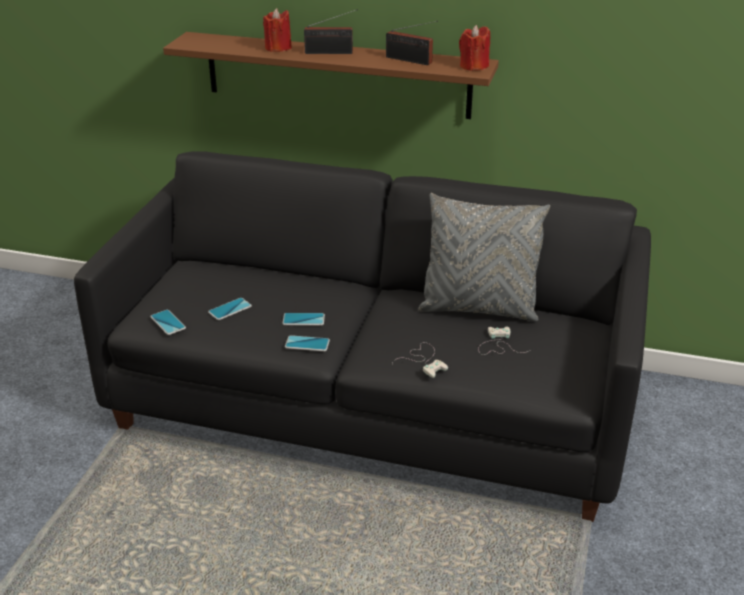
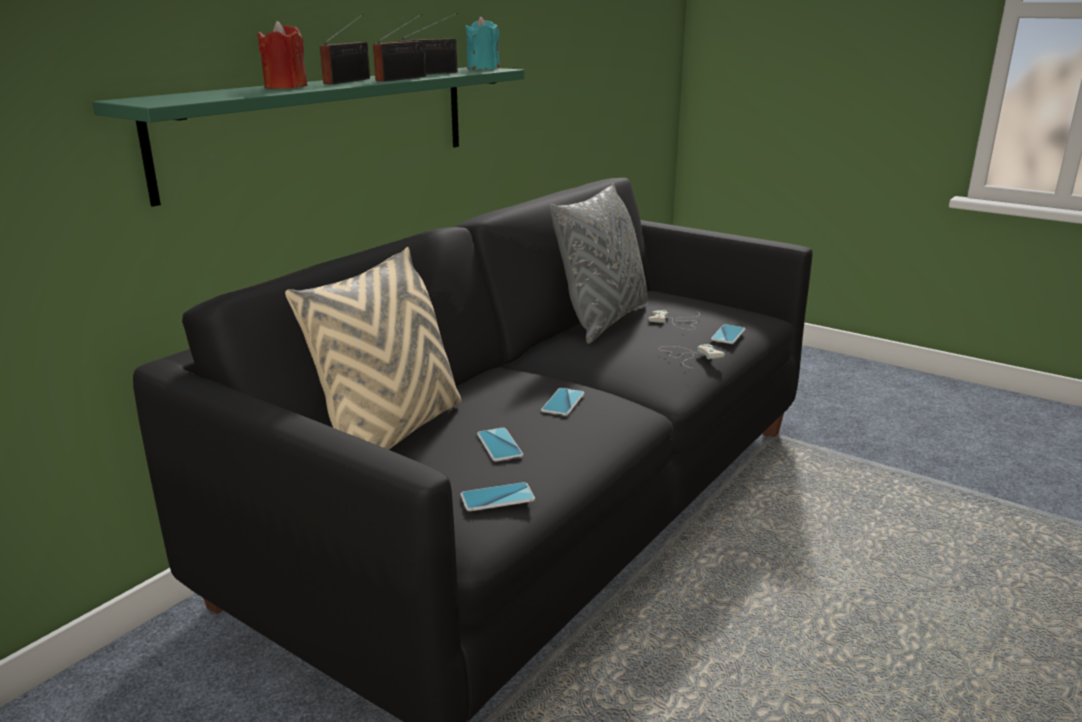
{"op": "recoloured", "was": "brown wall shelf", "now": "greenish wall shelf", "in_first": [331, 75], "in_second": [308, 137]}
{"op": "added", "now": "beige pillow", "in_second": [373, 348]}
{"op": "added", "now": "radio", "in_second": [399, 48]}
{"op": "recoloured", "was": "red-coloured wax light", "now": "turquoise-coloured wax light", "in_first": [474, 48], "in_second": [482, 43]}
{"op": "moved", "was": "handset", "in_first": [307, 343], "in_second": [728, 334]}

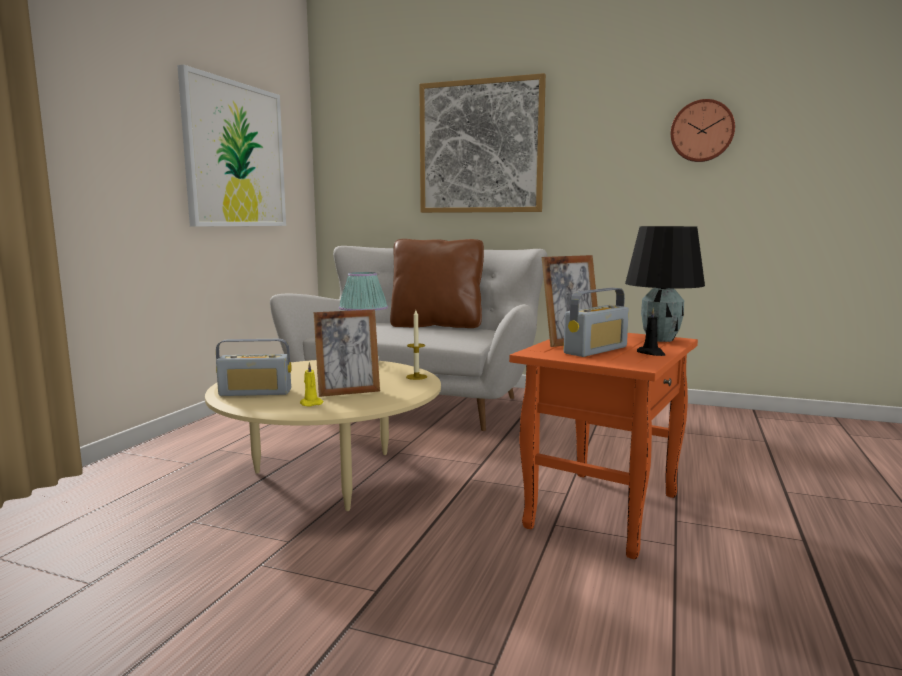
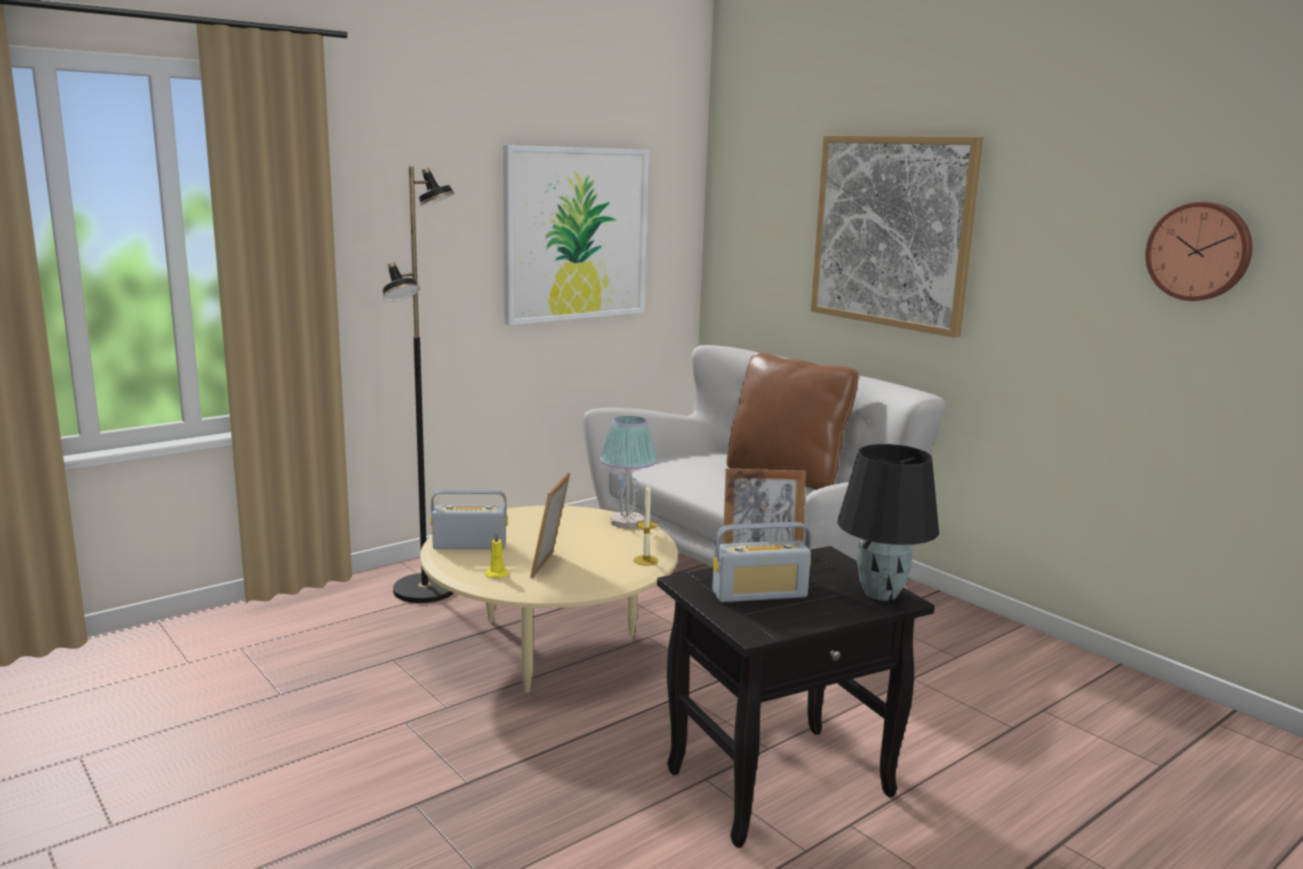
{"op": "added", "now": "blackish standard lamp", "in_second": [419, 384]}
{"op": "turned", "was": "radio", "in_first": [254, 367], "in_second": [468, 519], "clockwise": 150}
{"op": "turned", "was": "picture frame", "in_first": [347, 353], "in_second": [550, 525], "clockwise": 90}
{"op": "recoloured", "was": "orange end table", "now": "blackish end table", "in_first": [603, 446], "in_second": [796, 697]}
{"op": "removed", "was": "blackish wax light", "in_first": [651, 331]}

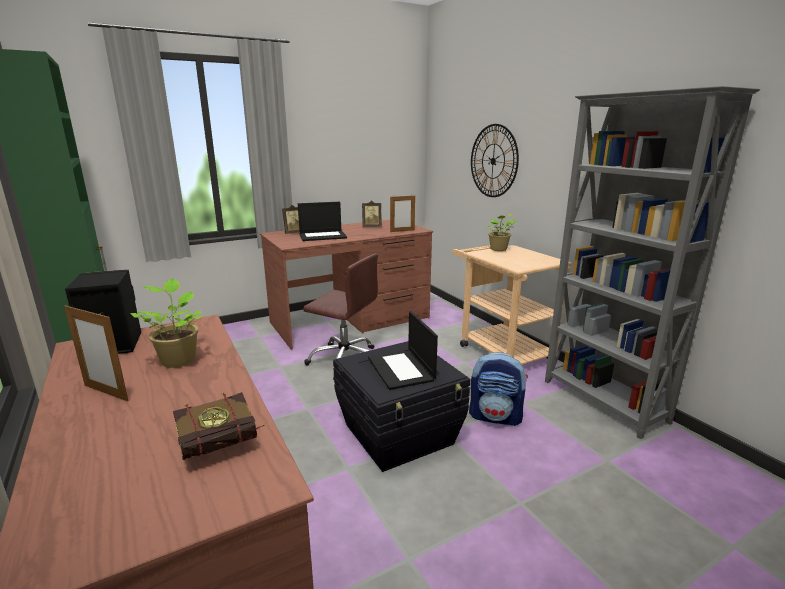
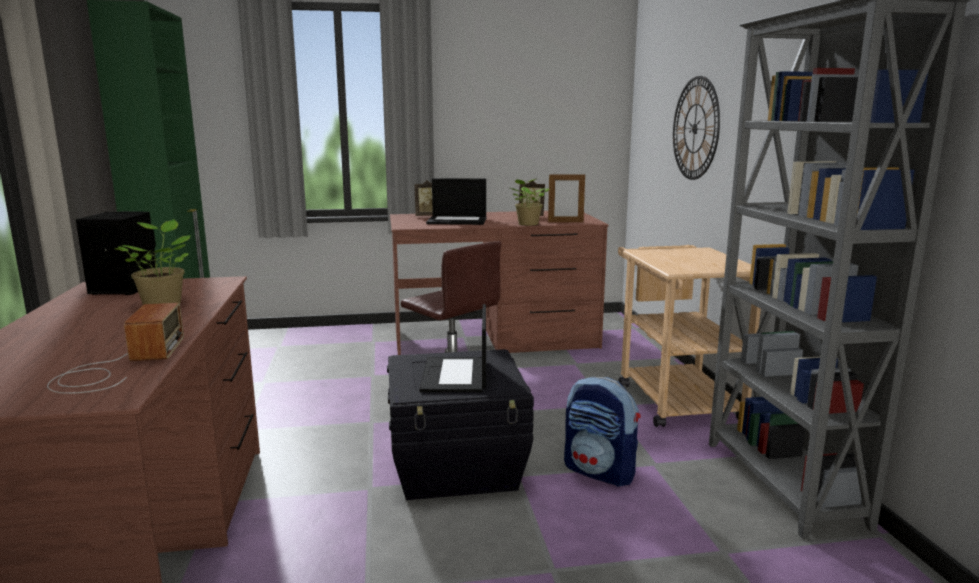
{"op": "replaced", "was": "volume", "now": "radio", "in_first": [219, 426], "in_second": [115, 348]}
{"op": "moved", "was": "plant in a pot", "in_first": [502, 232], "in_second": [529, 202]}
{"op": "removed", "was": "picture frame", "in_first": [96, 352]}

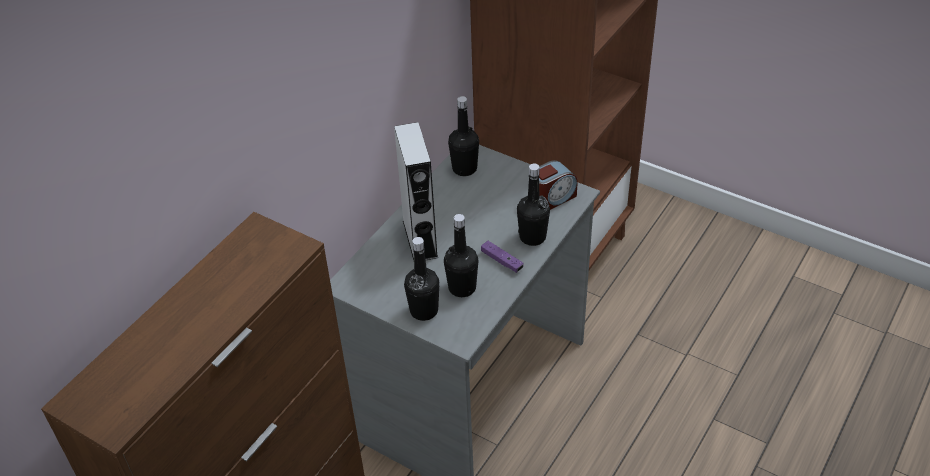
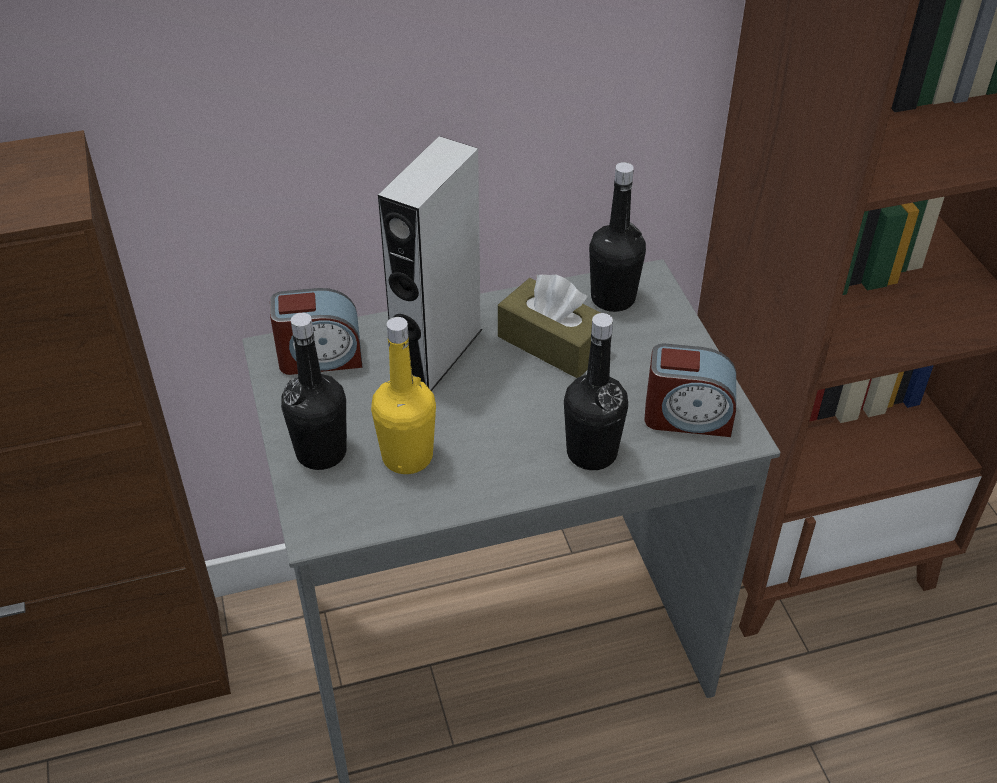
{"op": "added", "now": "bedside clock", "in_second": [316, 331]}
{"op": "recoloured", "was": "blackish drink bottle", "now": "yellow drink bottle", "in_first": [461, 255], "in_second": [403, 395]}
{"op": "added", "now": "brown tissue box", "in_second": [549, 326]}
{"op": "removed", "was": "purple-coloured joypad", "in_first": [502, 257]}

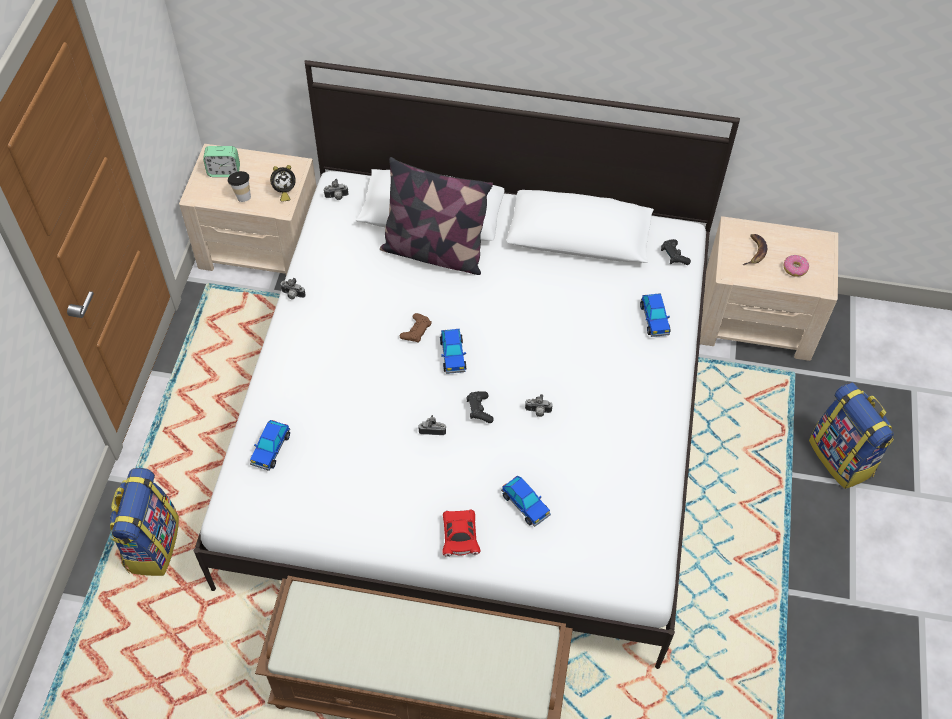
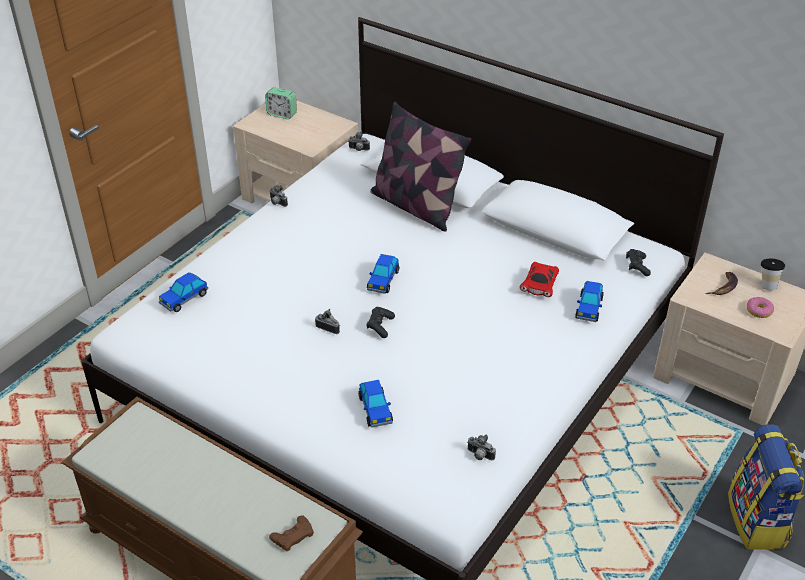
{"op": "moved", "was": "brown joypad", "in_first": [416, 328], "in_second": [291, 533]}
{"op": "moved", "was": "photo camera", "in_first": [539, 405], "in_second": [481, 447]}
{"op": "moved", "was": "red-coloured toy car", "in_first": [461, 533], "in_second": [539, 279]}
{"op": "moved", "was": "small cup", "in_first": [239, 186], "in_second": [773, 275]}
{"op": "removed", "was": "rucksack", "in_first": [144, 522]}
{"op": "removed", "was": "bedside clock", "in_first": [283, 183]}

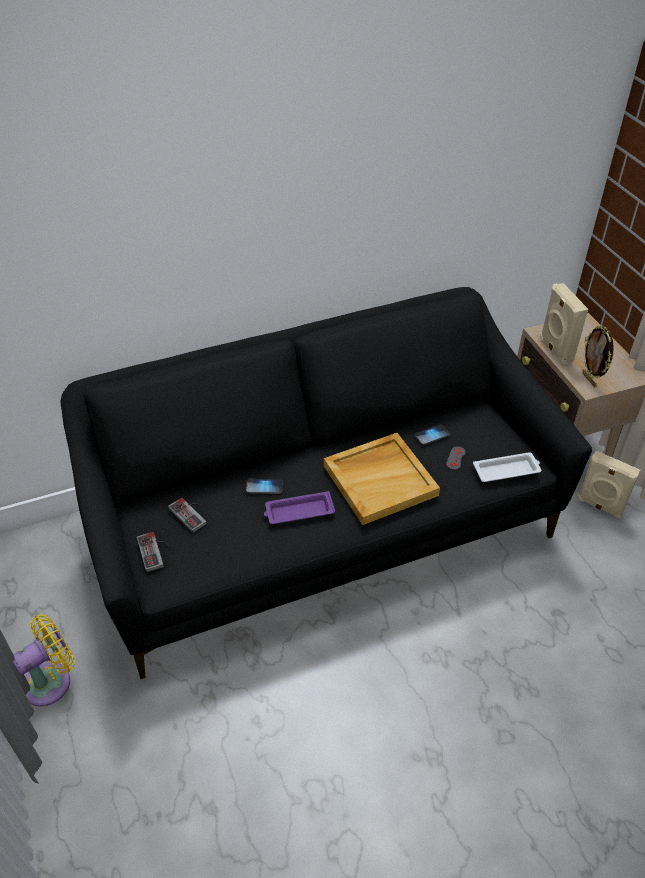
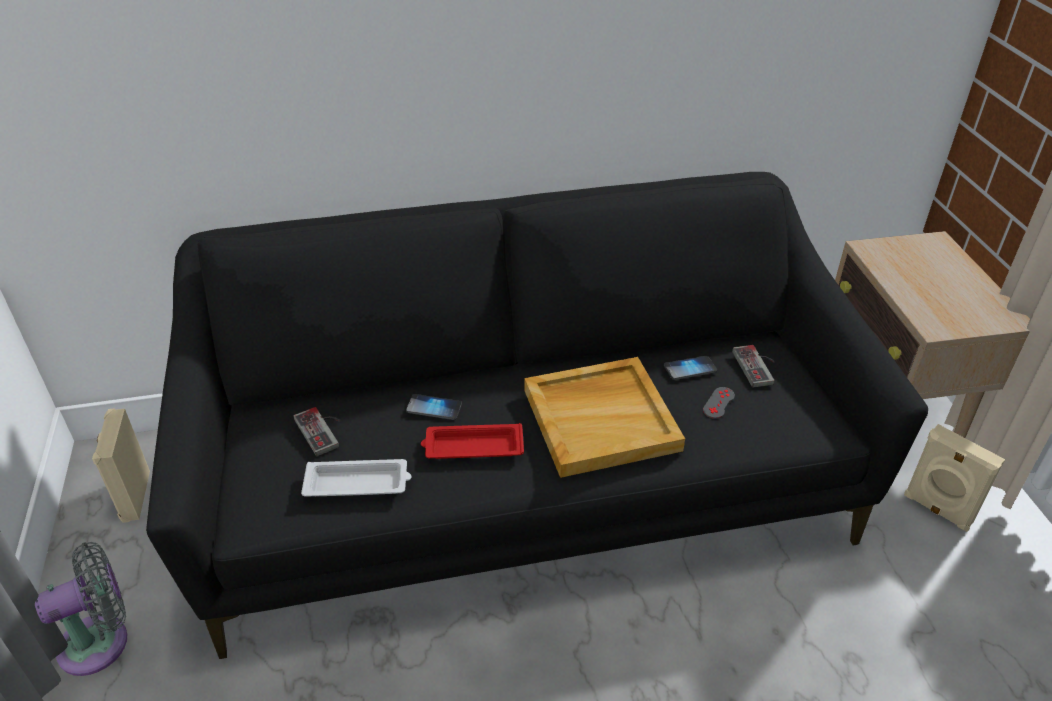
{"op": "recoloured", "was": "yellow cooling fan", "now": "greyish cooling fan", "in_first": [44, 660], "in_second": [81, 609]}
{"op": "moved", "was": "beige audio speaker", "in_first": [564, 324], "in_second": [121, 465]}
{"op": "moved", "was": "white-coloured tray", "in_first": [507, 467], "in_second": [356, 478]}
{"op": "recoloured", "was": "purple-coloured tray", "now": "red-coloured tray", "in_first": [299, 507], "in_second": [472, 441]}
{"op": "moved", "was": "joypad", "in_first": [153, 552], "in_second": [753, 366]}
{"op": "removed", "was": "picture frame", "in_first": [598, 356]}

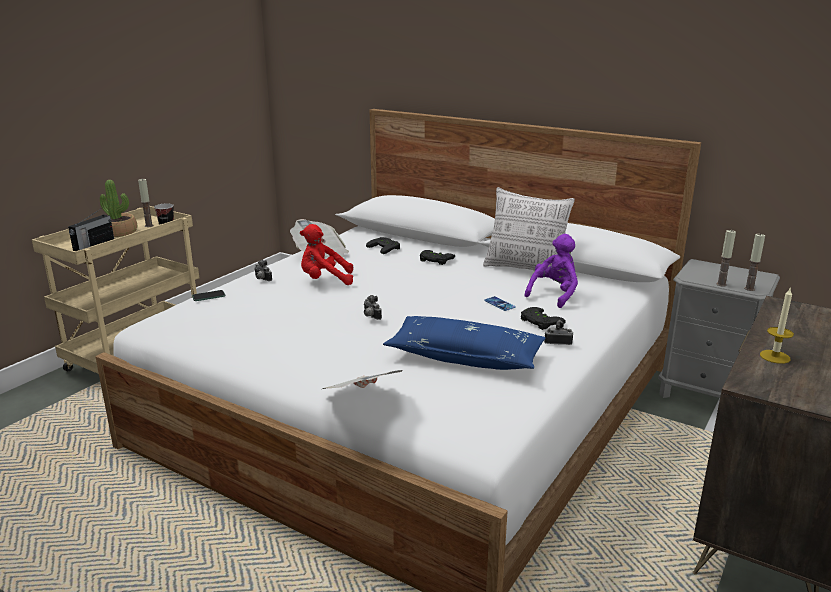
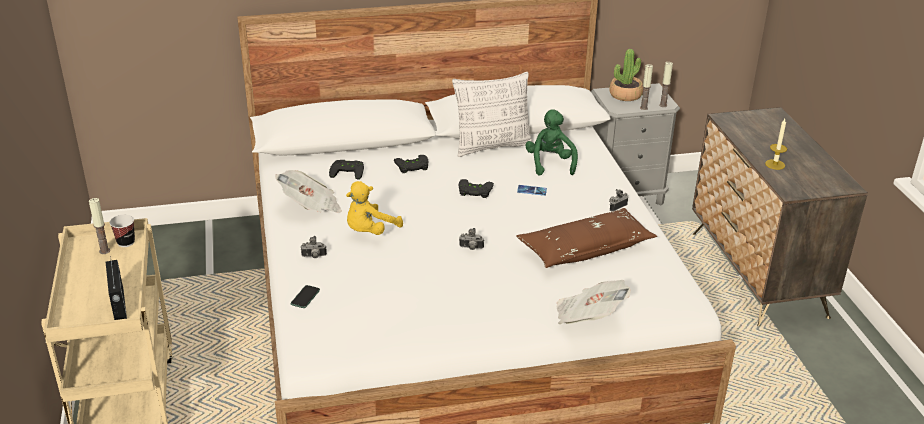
{"op": "recoloured", "was": "red-coloured soft toy", "now": "yellow soft toy", "in_first": [326, 254], "in_second": [374, 208]}
{"op": "moved", "was": "blackish joypad", "in_first": [543, 318], "in_second": [476, 188]}
{"op": "recoloured", "was": "bluish pillow", "now": "brown pillow", "in_first": [464, 343], "in_second": [586, 238]}
{"op": "recoloured", "was": "purple-coloured soft toy", "now": "greenish soft toy", "in_first": [551, 271], "in_second": [551, 142]}
{"op": "moved", "was": "plant in a pot", "in_first": [118, 208], "in_second": [626, 75]}

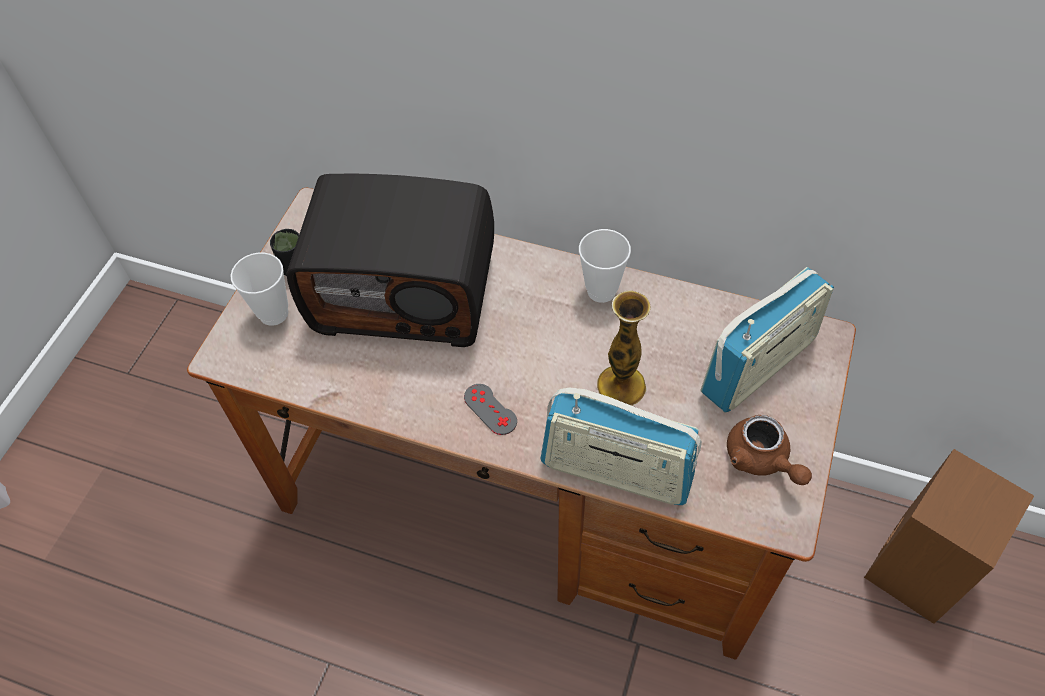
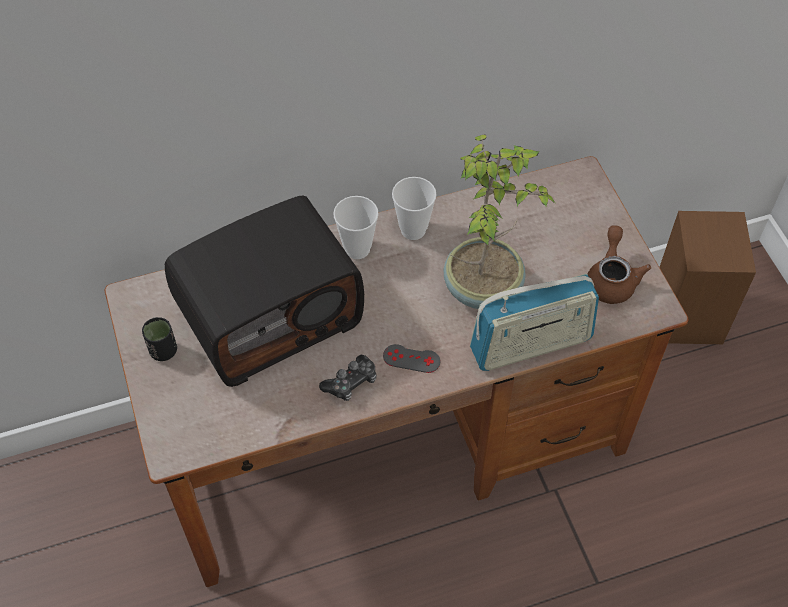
{"op": "added", "now": "joypad", "in_second": [348, 378]}
{"op": "moved", "was": "small cup", "in_first": [259, 289], "in_second": [356, 227]}
{"op": "replaced", "was": "flower vase", "now": "plant in a pot", "in_first": [624, 348], "in_second": [499, 222]}
{"op": "turned", "was": "brown tea pot", "in_first": [769, 450], "in_second": [619, 264], "clockwise": -105}
{"op": "removed", "was": "radio", "in_first": [767, 339]}

